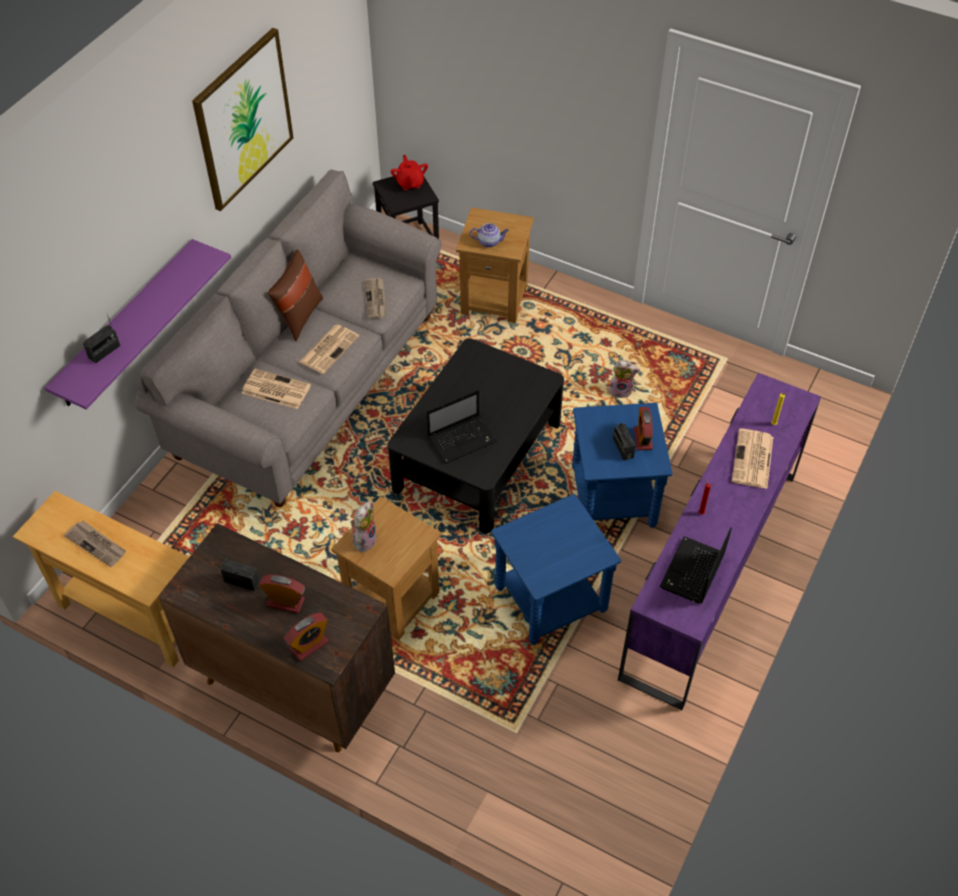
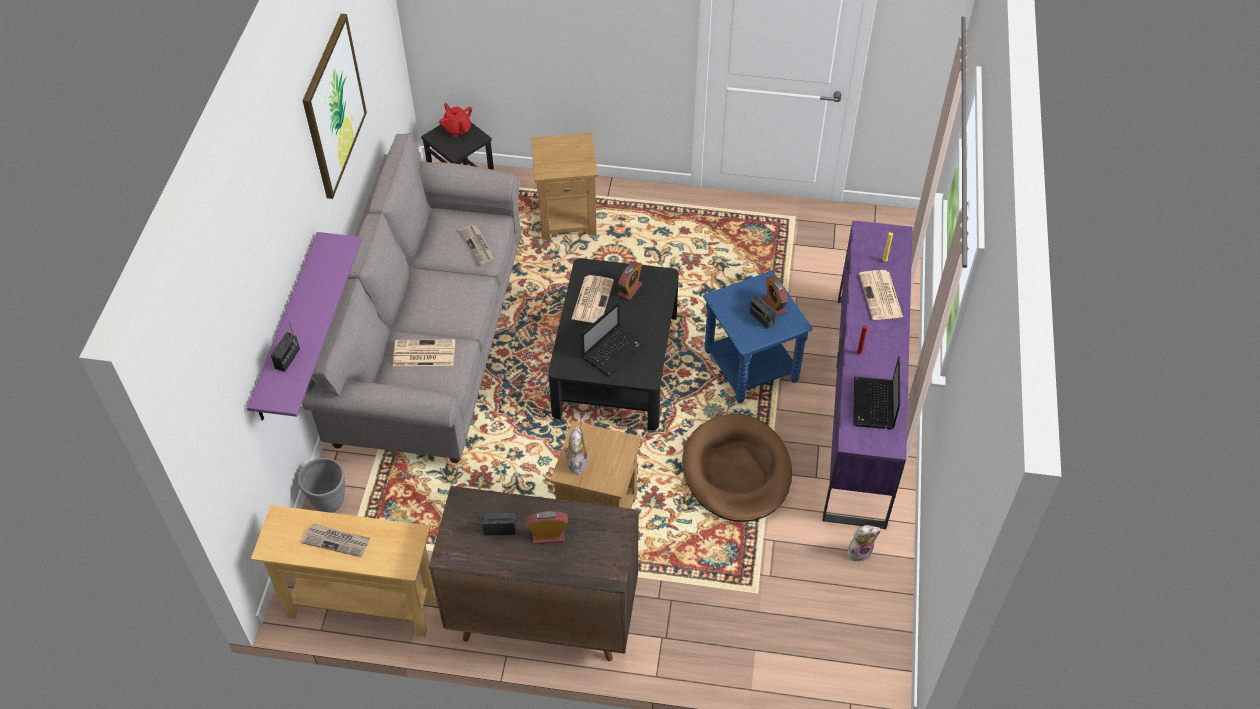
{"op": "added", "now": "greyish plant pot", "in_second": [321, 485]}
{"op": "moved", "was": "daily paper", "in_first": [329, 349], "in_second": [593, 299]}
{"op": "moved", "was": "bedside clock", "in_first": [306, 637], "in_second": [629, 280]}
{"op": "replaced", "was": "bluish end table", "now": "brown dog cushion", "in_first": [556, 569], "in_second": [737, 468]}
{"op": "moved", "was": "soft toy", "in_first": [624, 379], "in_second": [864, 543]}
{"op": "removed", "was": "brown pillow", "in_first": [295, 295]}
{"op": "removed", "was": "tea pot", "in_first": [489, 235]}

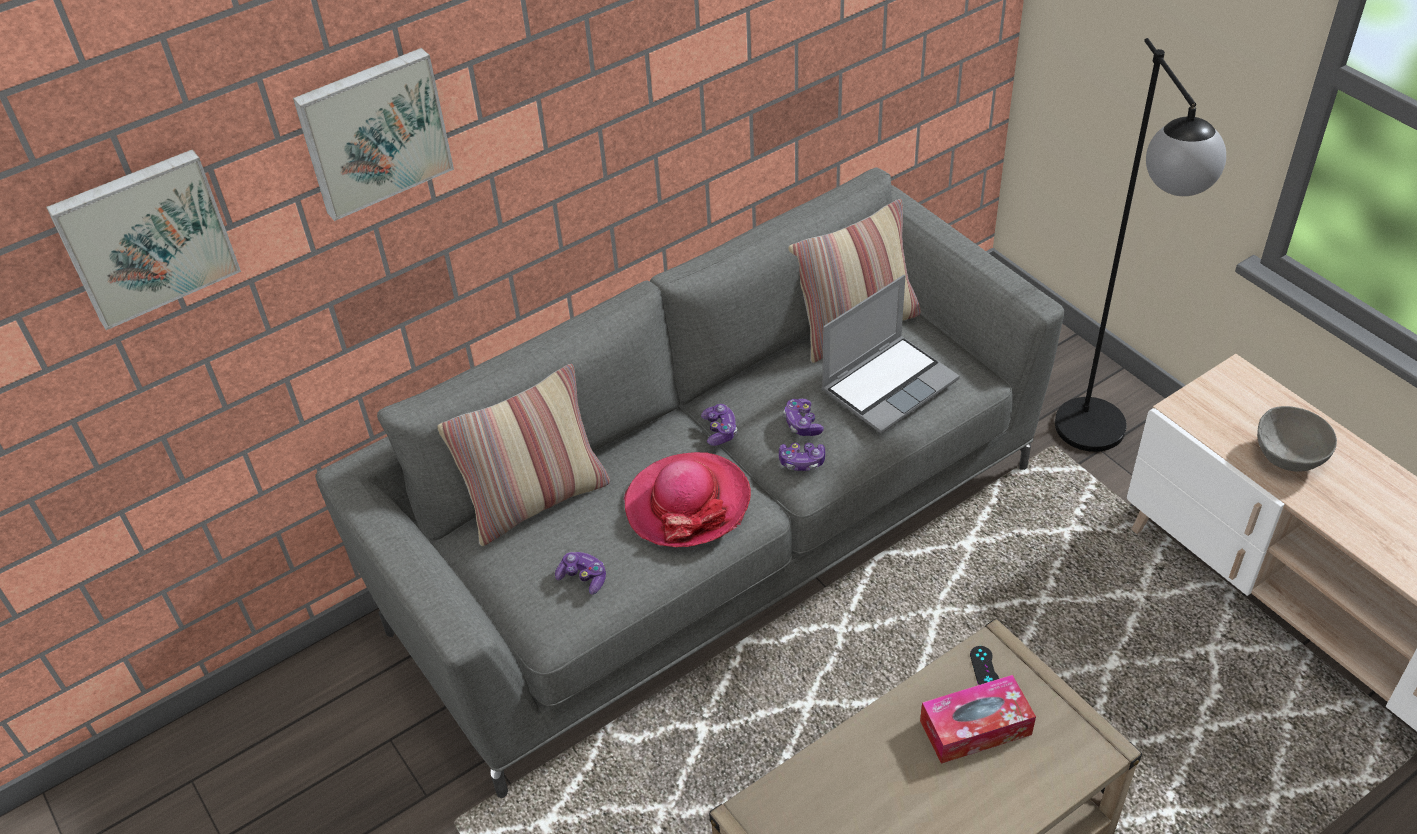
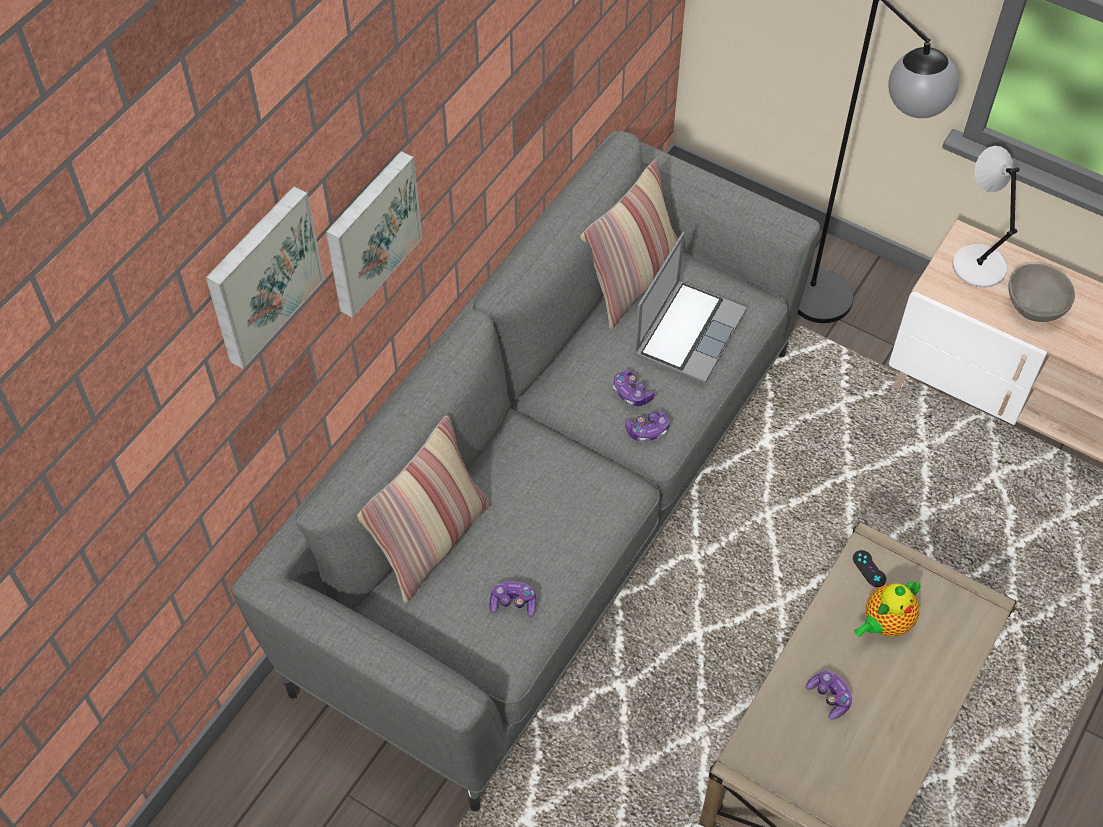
{"op": "moved", "was": "picture", "in_first": [143, 239], "in_second": [374, 234]}
{"op": "moved", "was": "joypad", "in_first": [719, 425], "in_second": [829, 695]}
{"op": "replaced", "was": "tissue box", "now": "tea pot", "in_first": [978, 719], "in_second": [887, 609]}
{"op": "added", "now": "greyish table lamp", "in_second": [986, 217]}
{"op": "removed", "was": "hat", "in_first": [687, 499]}

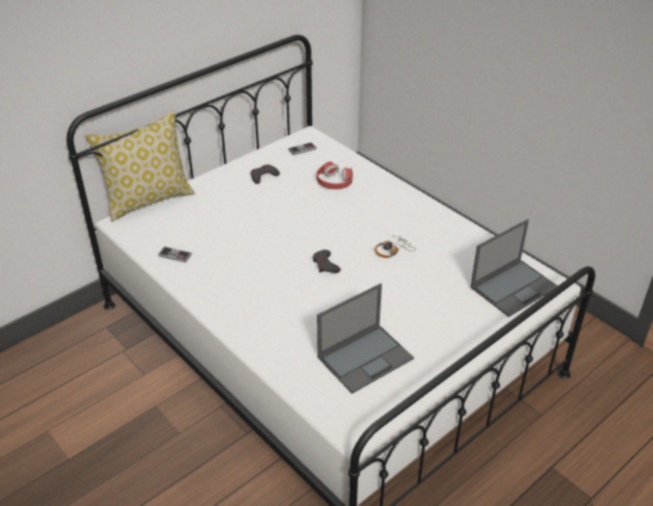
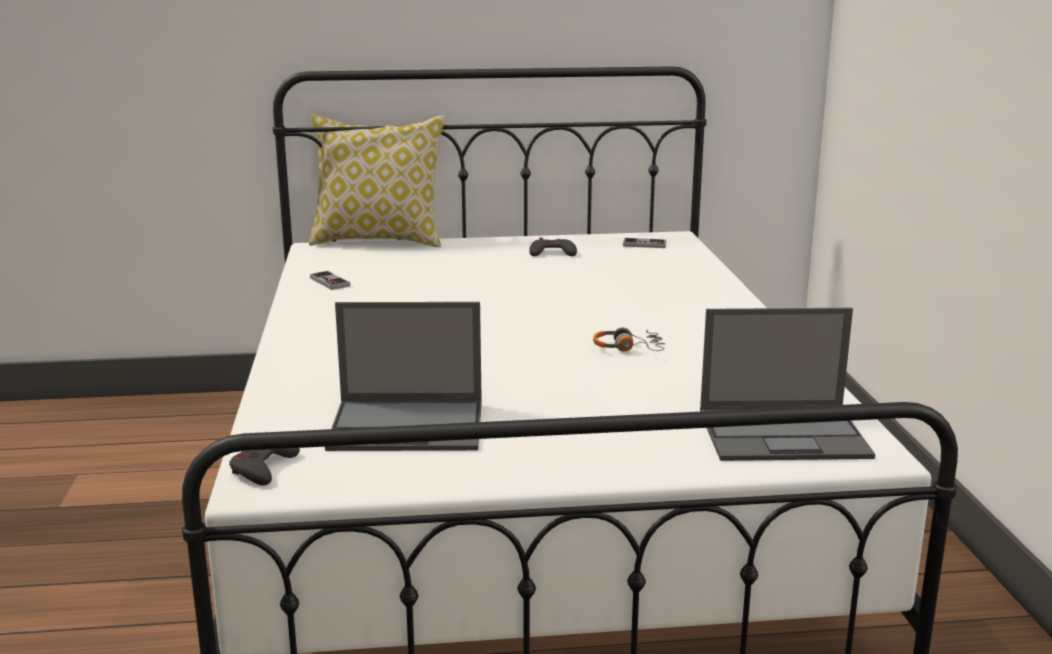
{"op": "moved", "was": "greyish joypad", "in_first": [327, 261], "in_second": [264, 467]}
{"op": "removed", "was": "red-coloured headset", "in_first": [335, 175]}

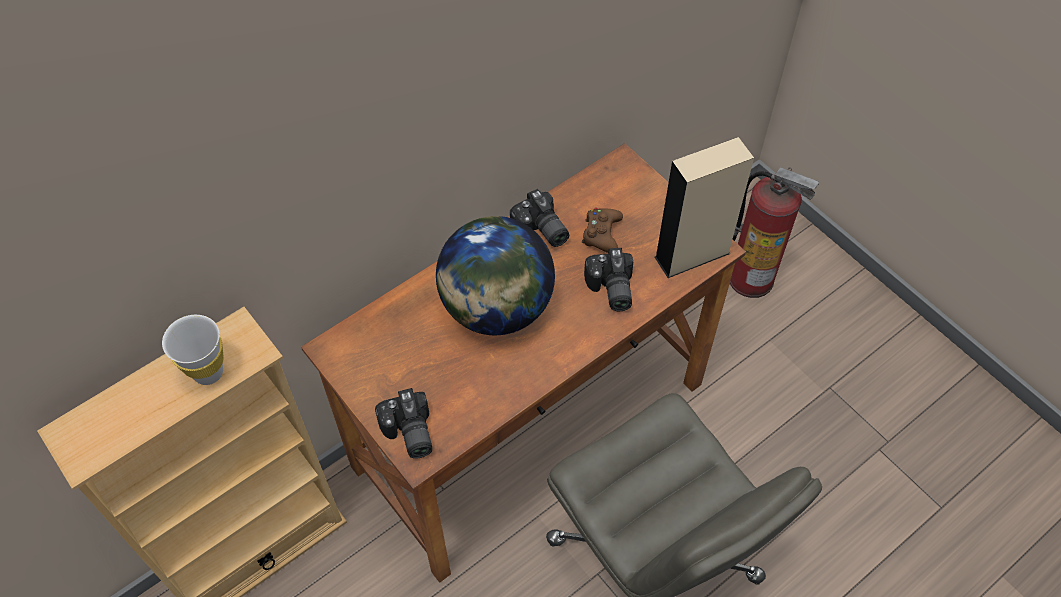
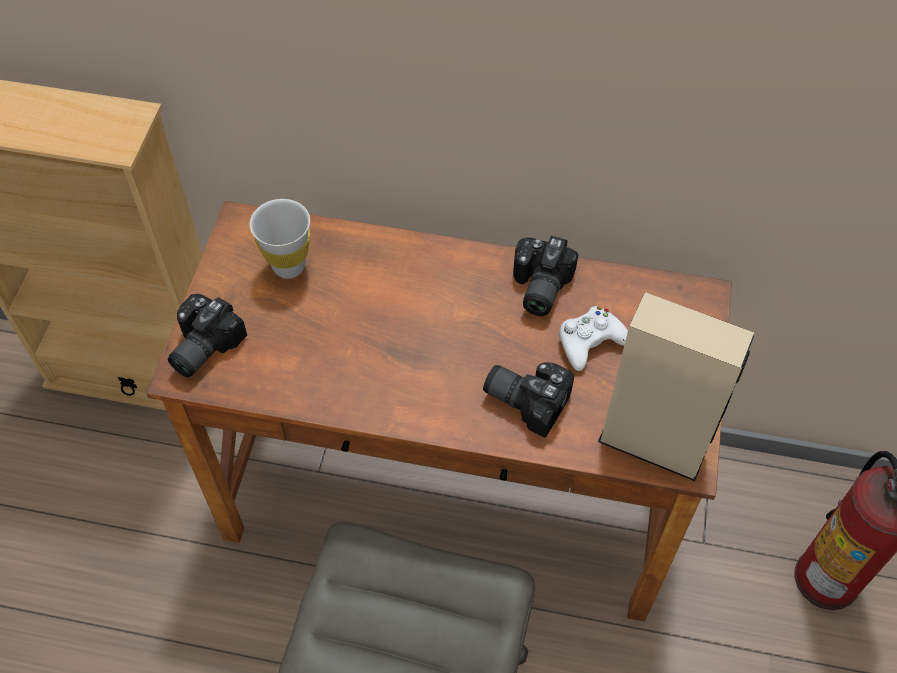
{"op": "moved", "was": "white-coloured small cup", "in_first": [193, 350], "in_second": [280, 239]}
{"op": "turned", "was": "photo camera", "in_first": [608, 279], "in_second": [529, 400], "clockwise": 75}
{"op": "recoloured", "was": "brown joypad", "now": "white-coloured joypad", "in_first": [602, 230], "in_second": [593, 338]}
{"op": "removed", "was": "world globe", "in_first": [495, 275]}

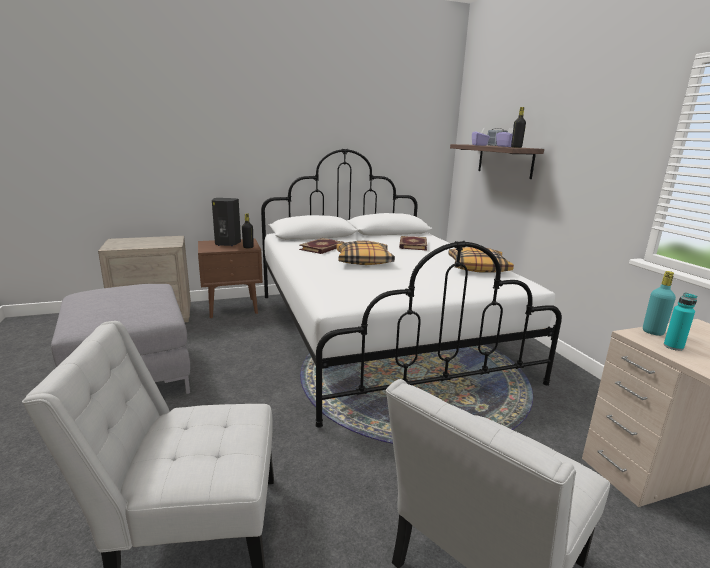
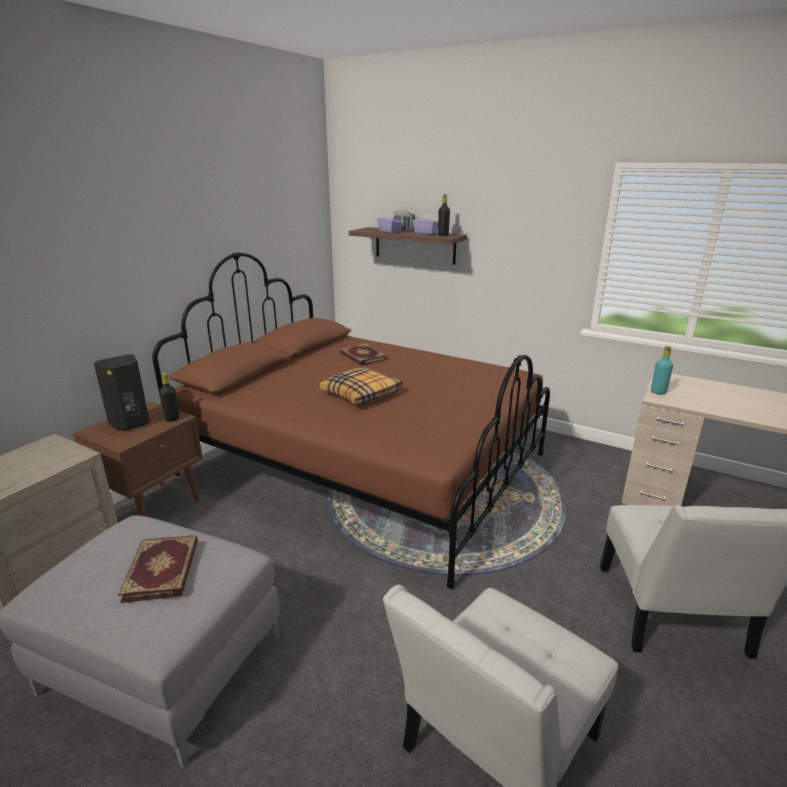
{"op": "moved", "was": "volume", "in_first": [321, 246], "in_second": [158, 569]}
{"op": "recoloured", "was": "white-coloured sleeping bed", "now": "brown sleeping bed", "in_first": [411, 288], "in_second": [351, 420]}
{"op": "removed", "was": "pillow", "in_first": [481, 260]}
{"op": "removed", "was": "turquoise-coloured drink bottle", "in_first": [680, 322]}

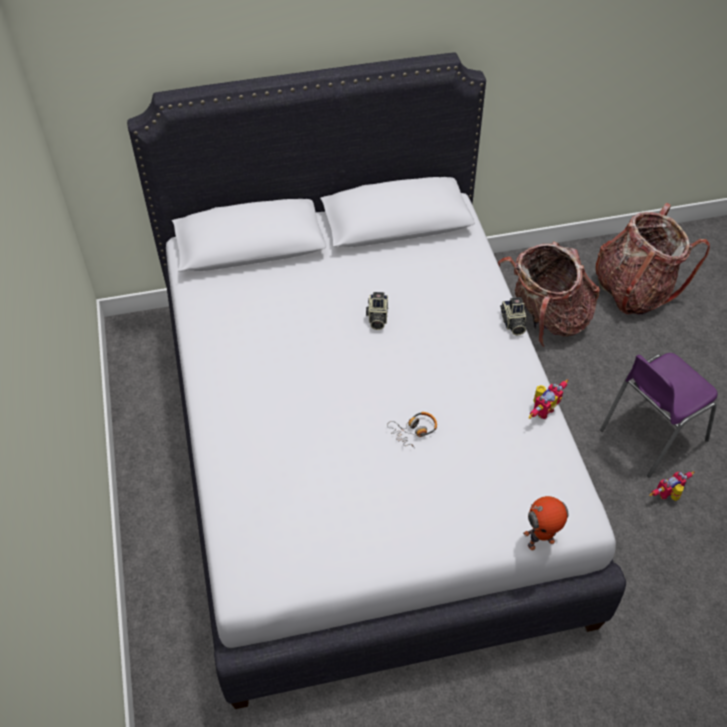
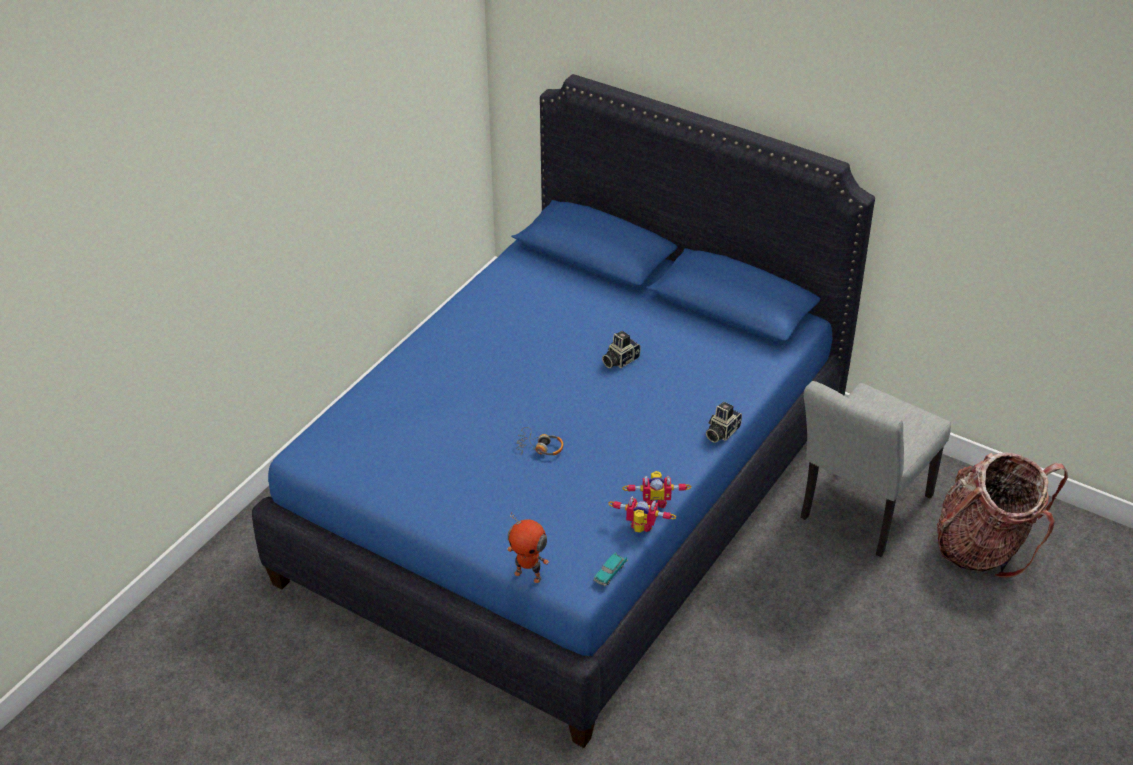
{"op": "recoloured", "was": "white-coloured sleeping bed", "now": "bluish sleeping bed", "in_first": [376, 380], "in_second": [563, 411]}
{"op": "added", "now": "toy car", "in_second": [610, 569]}
{"op": "moved", "was": "robot figure", "in_first": [671, 486], "in_second": [642, 514]}
{"op": "replaced", "was": "rucksack", "now": "greyish plain chair", "in_first": [549, 294], "in_second": [876, 469]}
{"op": "removed", "was": "purple-coloured plain chair", "in_first": [659, 415]}

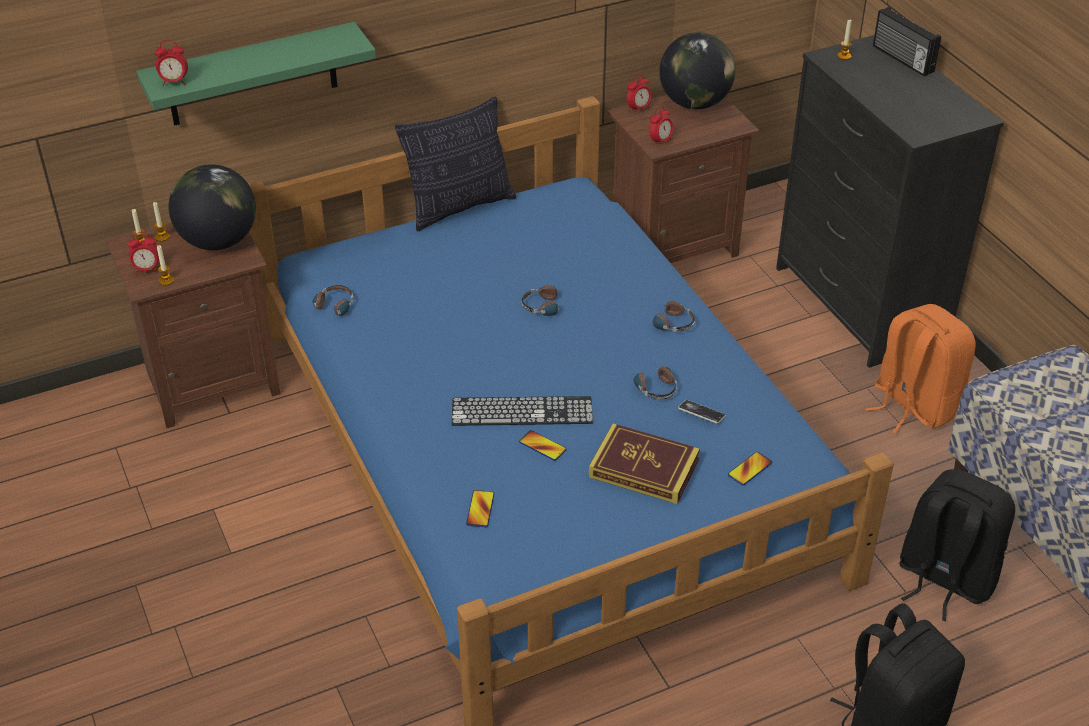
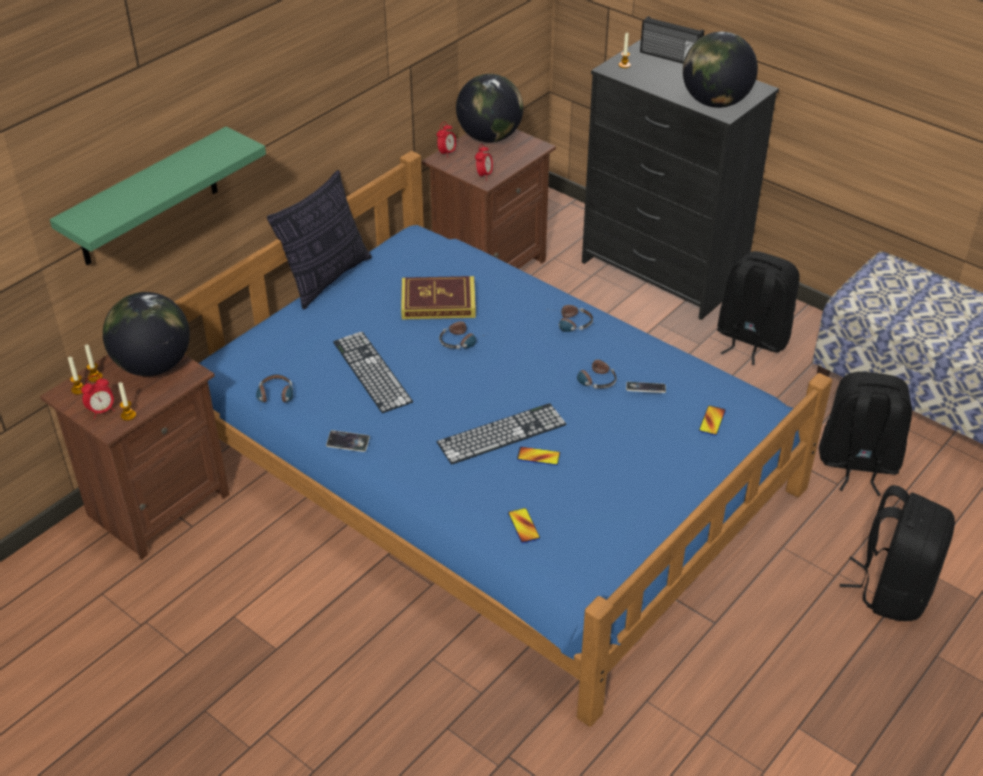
{"op": "added", "now": "handset", "in_second": [348, 441]}
{"op": "added", "now": "PC keyboard", "in_second": [373, 372]}
{"op": "moved", "was": "volume", "in_first": [644, 463], "in_second": [438, 298]}
{"op": "added", "now": "world globe", "in_second": [720, 70]}
{"op": "recoloured", "was": "orange rucksack", "now": "blackish rucksack", "in_first": [920, 369], "in_second": [758, 308]}
{"op": "removed", "was": "bedside clock", "in_first": [171, 63]}

